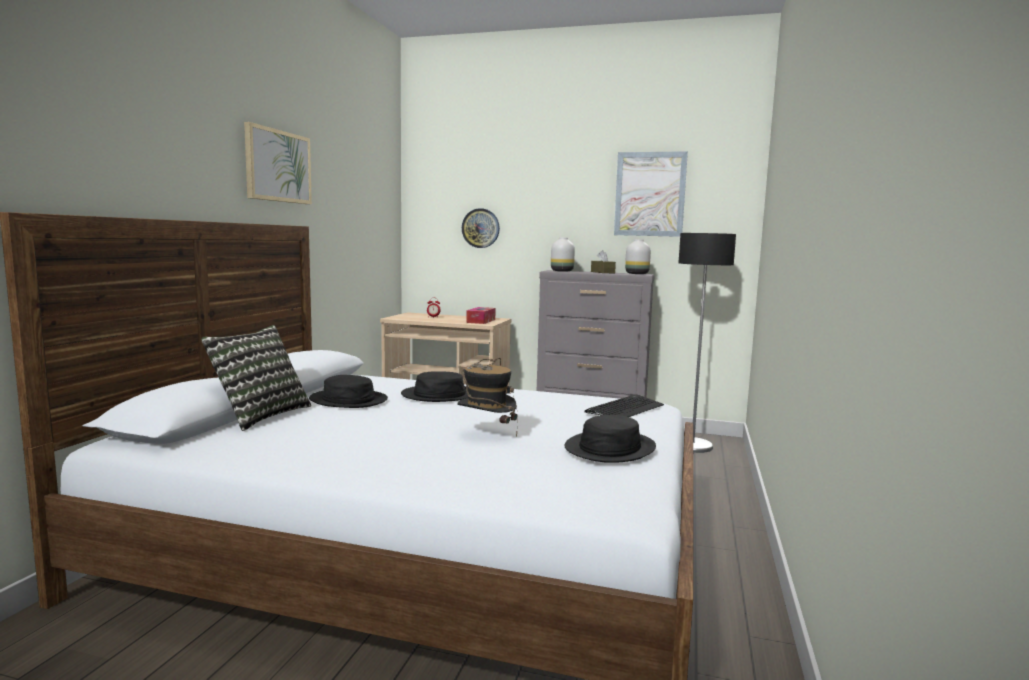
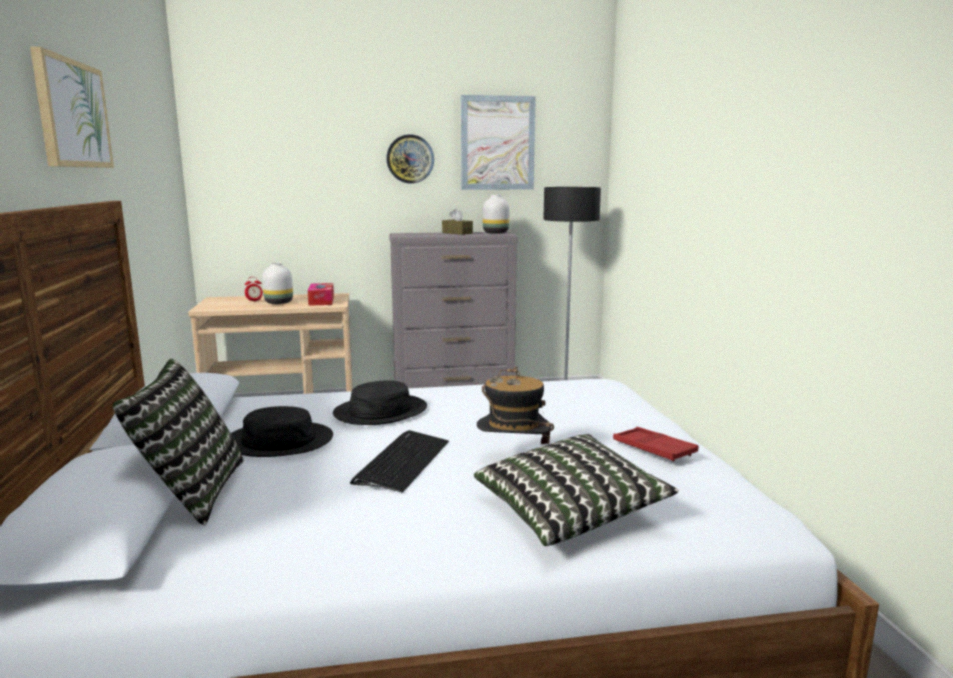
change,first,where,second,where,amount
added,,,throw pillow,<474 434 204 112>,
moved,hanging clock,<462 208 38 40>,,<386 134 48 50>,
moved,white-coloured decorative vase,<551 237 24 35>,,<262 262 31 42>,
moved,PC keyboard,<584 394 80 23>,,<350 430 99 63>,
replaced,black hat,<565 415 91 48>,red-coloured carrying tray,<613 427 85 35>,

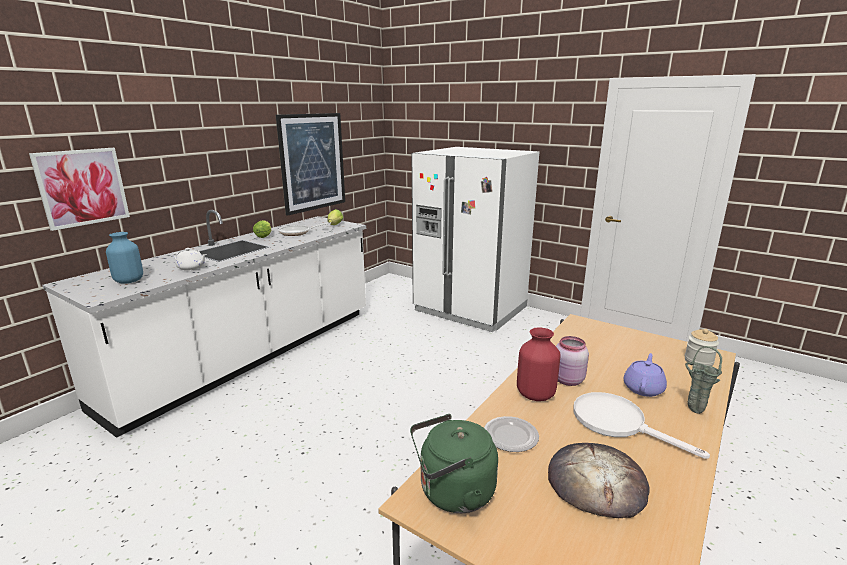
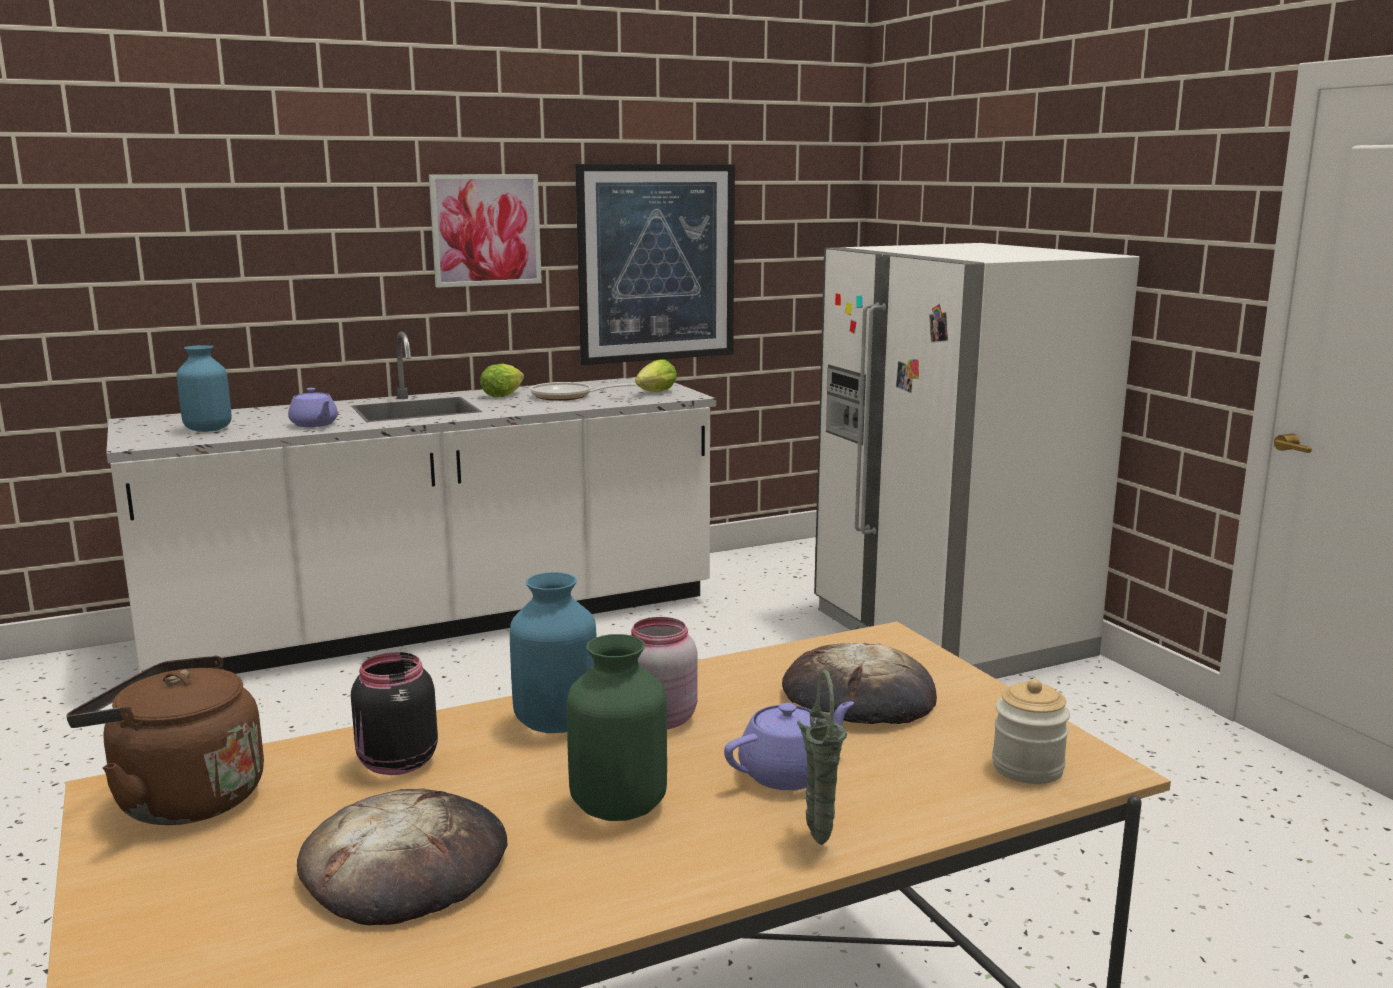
change,first,where,second,where,amount
added,,,baked bread,<782 643 155 81>,
moved,wall picture,<29 148 101 83>,,<429 174 113 114>,
replaced,dinner plate,<484 416 55 36>,black jar,<351 652 87 123>,
replaced,white-coloured skillet,<573 392 137 67>,green-coloured decorative vase,<567 634 100 187>,
recoloured,white-coloured pot for tea,<173 248 34 23>,purple pot for tea,<288 388 50 39>,
recoloured,green-coloured water kettle,<410 414 88 99>,brown water kettle,<66 656 198 169>,
recoloured,red-coloured decorative vase,<517 327 44 74>,blue-coloured decorative vase,<510 572 87 161>,

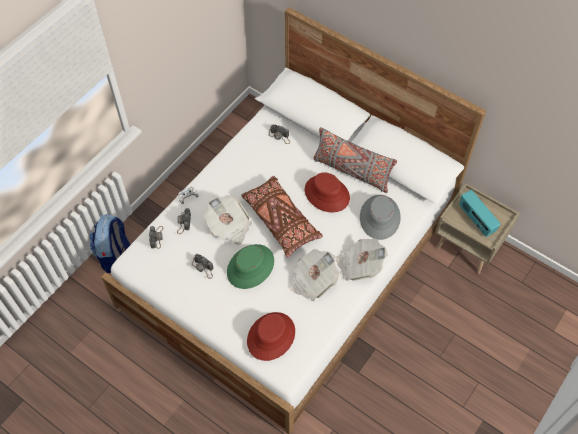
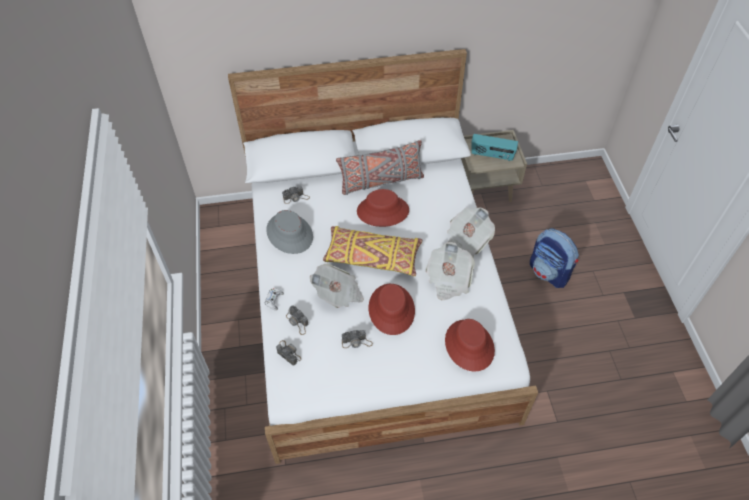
change,first,where,second,where,amount
moved,rucksack,<90 214 40 59>,,<530 228 49 60>,
moved,gray hat,<360 195 41 45>,,<266 210 47 44>,
recoloured,green-coloured hat,<227 244 47 45>,red-coloured hat,<369 284 46 51>,
recoloured,brown throw pillow,<241 176 82 81>,yellow throw pillow,<323 226 99 50>,

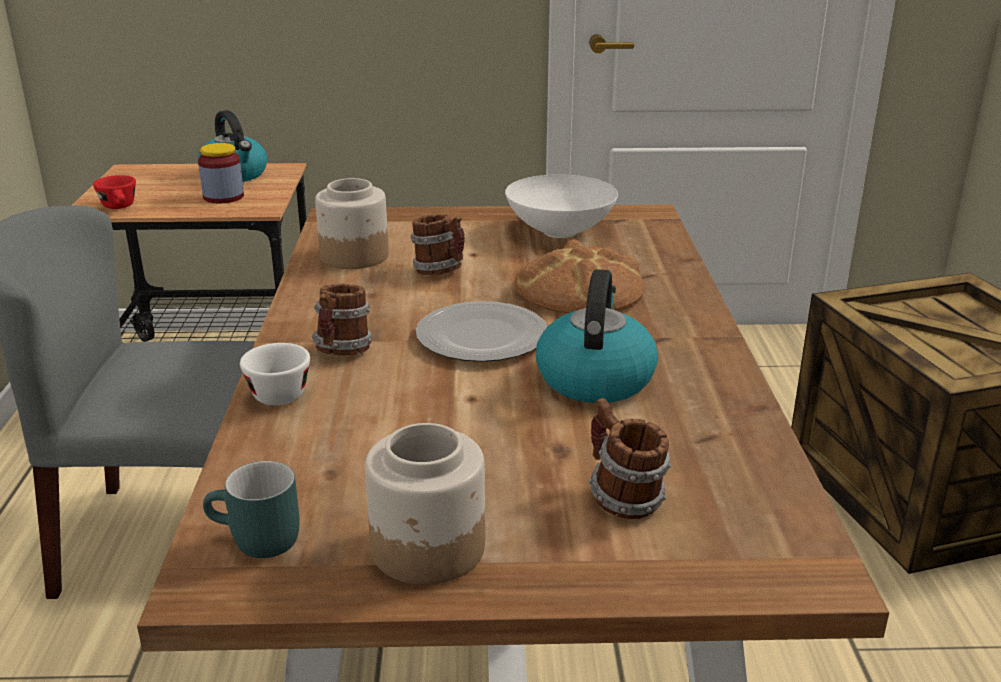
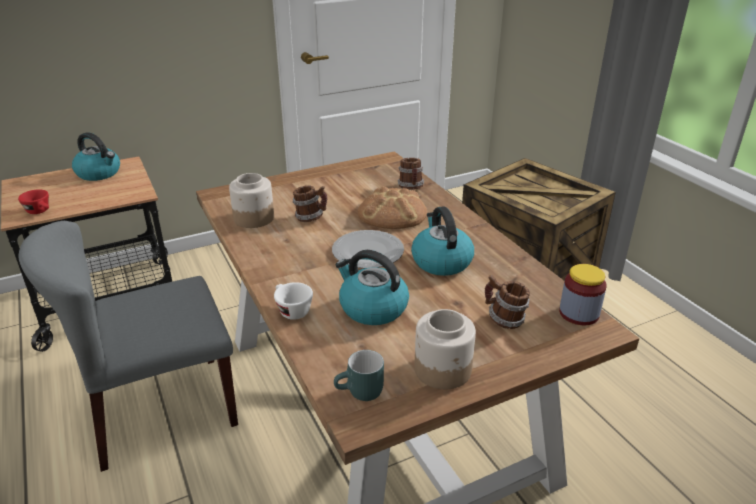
change,first,where,second,where,amount
removed,white-coloured deep dish,<505 174 113 64>,,,
added,,,water kettle,<335 250 74 75>,
moved,jar,<198 143 46 60>,,<559 264 48 62>,
moved,mug,<312 284 60 71>,,<398 158 26 31>,

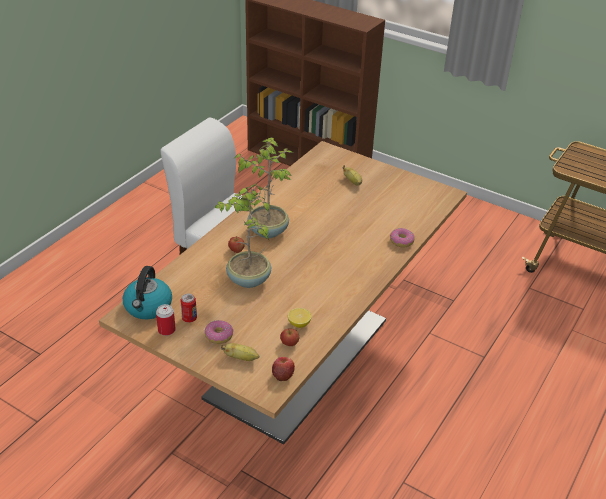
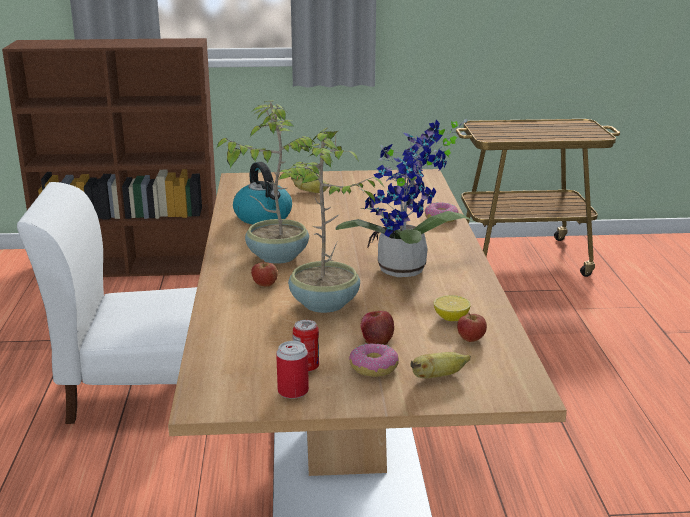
change,first,where,second,where,amount
added,,,houseplant,<335 119 140 158>,
moved,water kettle,<123 266 49 53>,,<233 162 59 62>,
moved,apple fruit,<272 357 23 24>,,<361 311 33 34>,

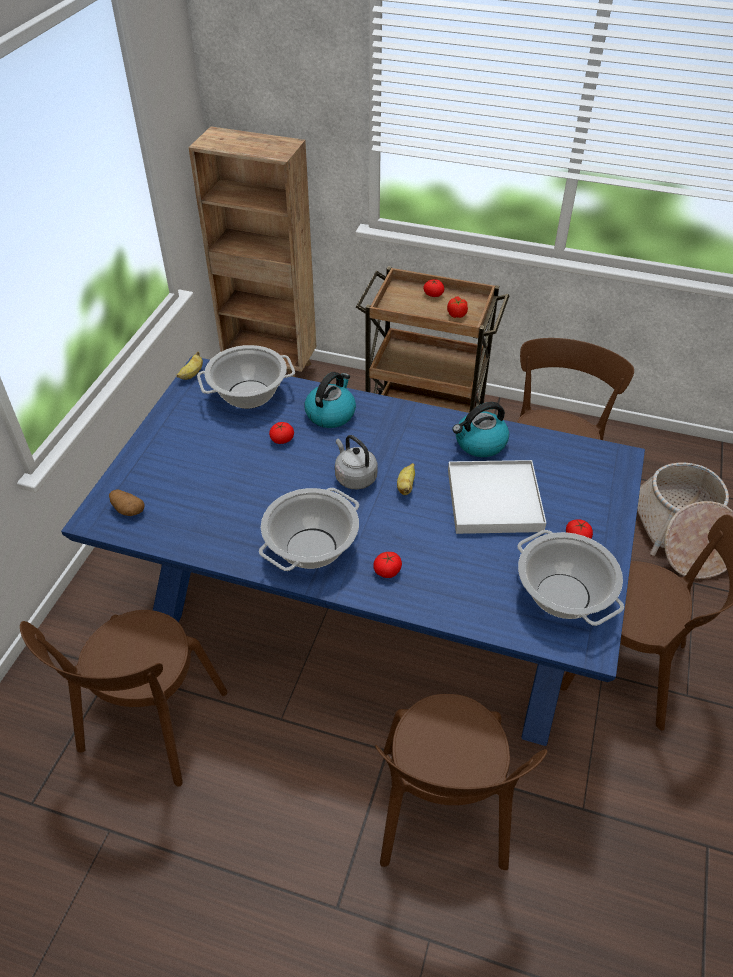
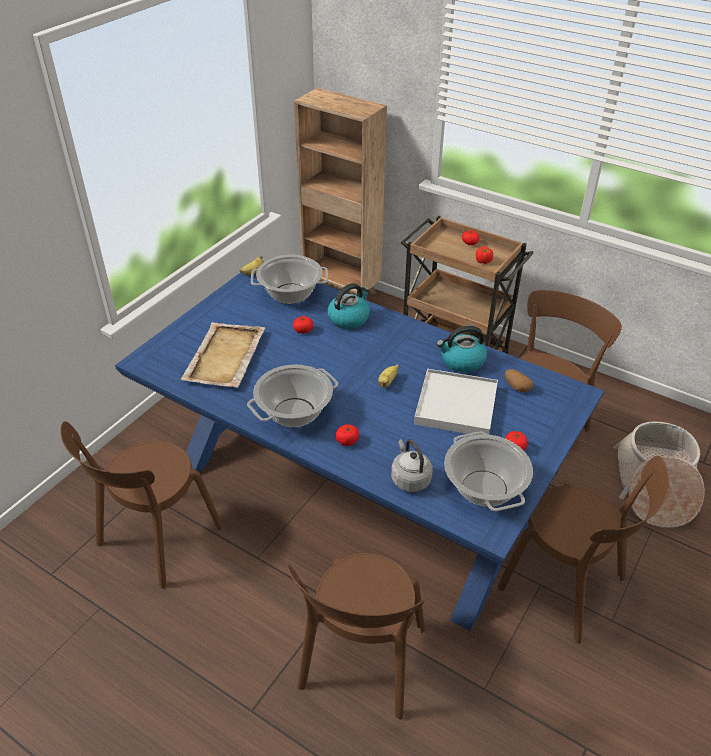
change,first,where,second,where,amount
added,,,sand-coloured carrying tray,<180 322 85 65>,
moved,whole potato,<109 489 36 27>,,<505 369 29 23>,
moved,gray water kettle,<335 435 43 55>,,<391 439 42 53>,

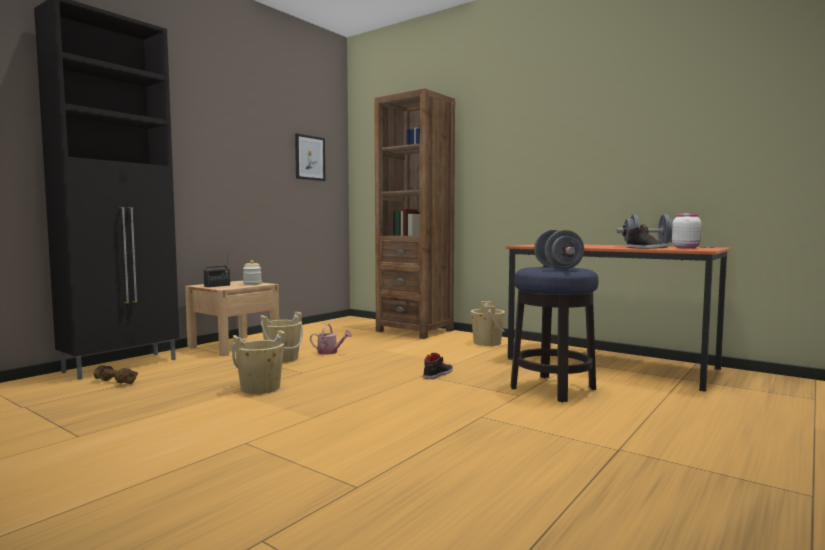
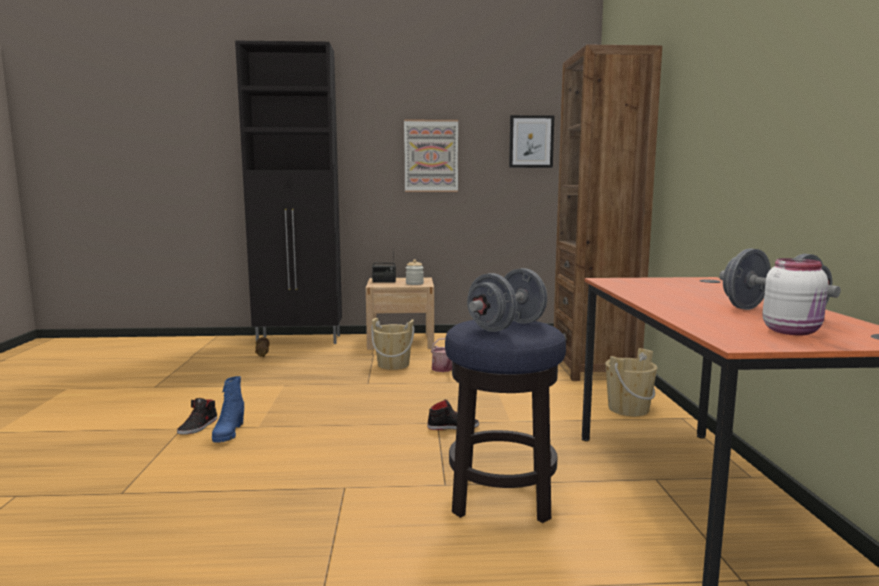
change,first,where,second,where,amount
removed,sand-coloured bucket,<232 330 53 64>,,,
added,,,blue-coloured boot,<212 376 32 67>,
added,,,wall picture,<404 120 54 72>,
moved,black item of footwear,<626 224 42 25>,,<177 398 40 37>,

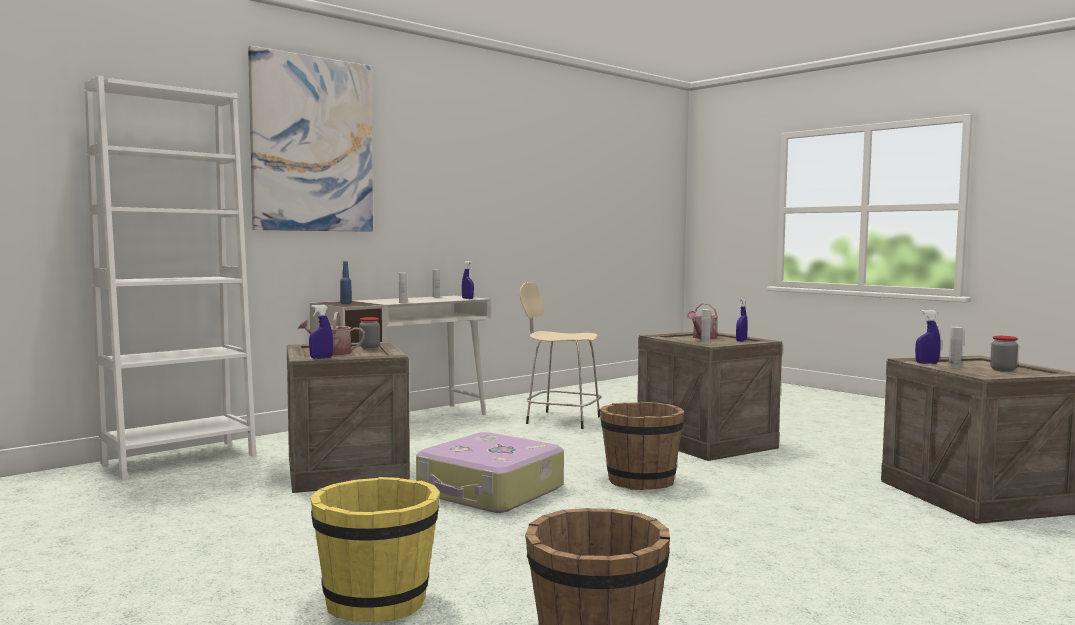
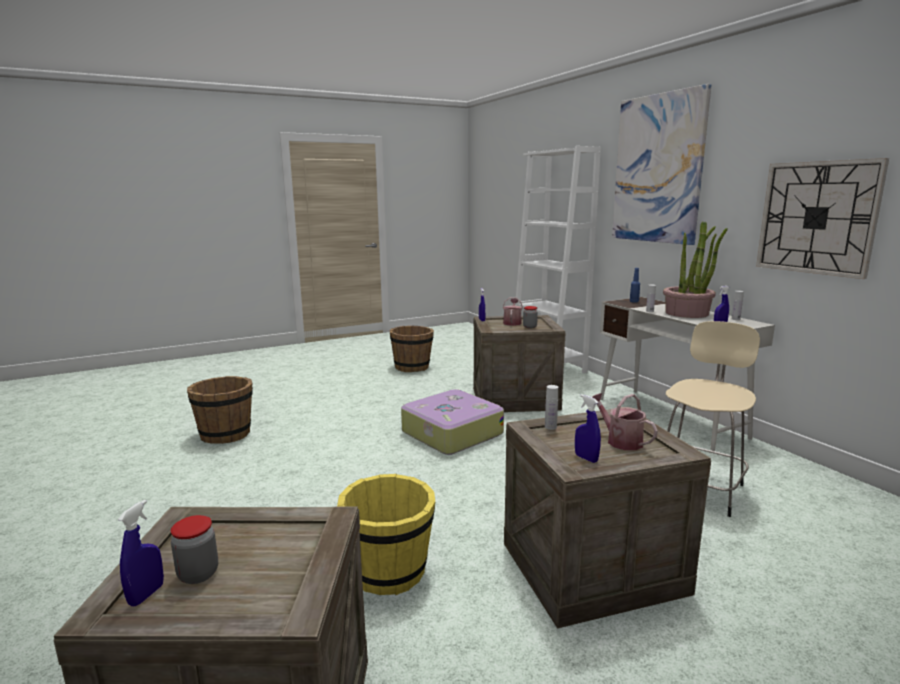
change,first,where,second,where,amount
removed,white-coloured beverage bottle,<949 327 14 41>,,,
added,,,houseplant,<663 221 65 97>,
added,,,hanging clock,<756 158 133 121>,
moved,yellow bucket,<310 477 130 146>,,<337 474 98 121>,
moved,brown bucket,<600 402 85 88>,,<390 326 44 46>,
moved,blue-coloured sprayer,<915 310 25 54>,,<118 500 46 107>,

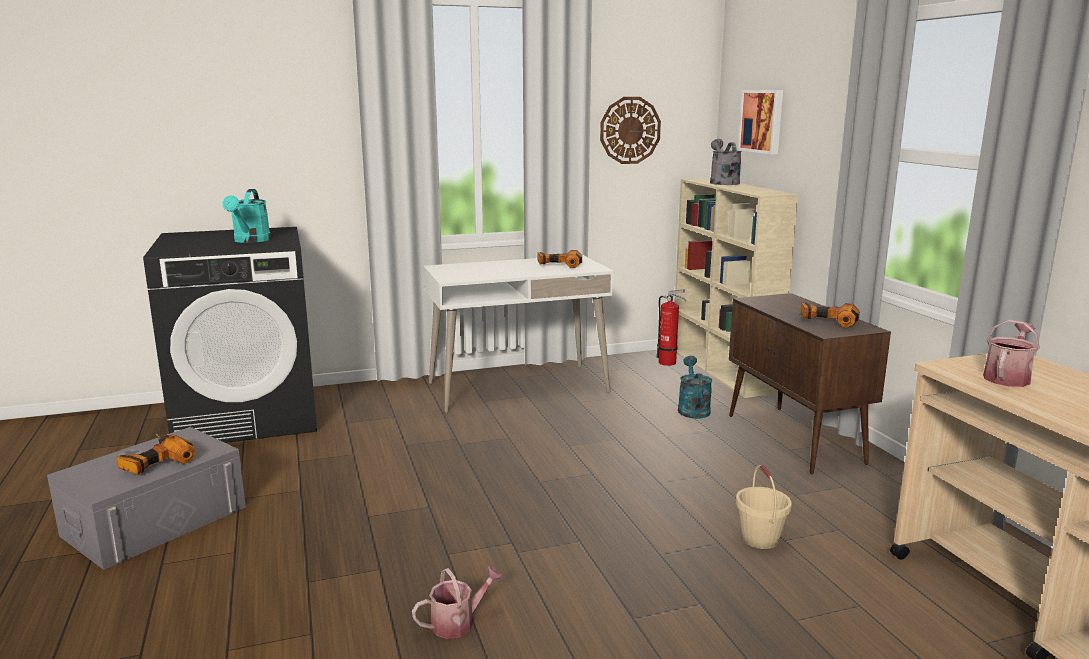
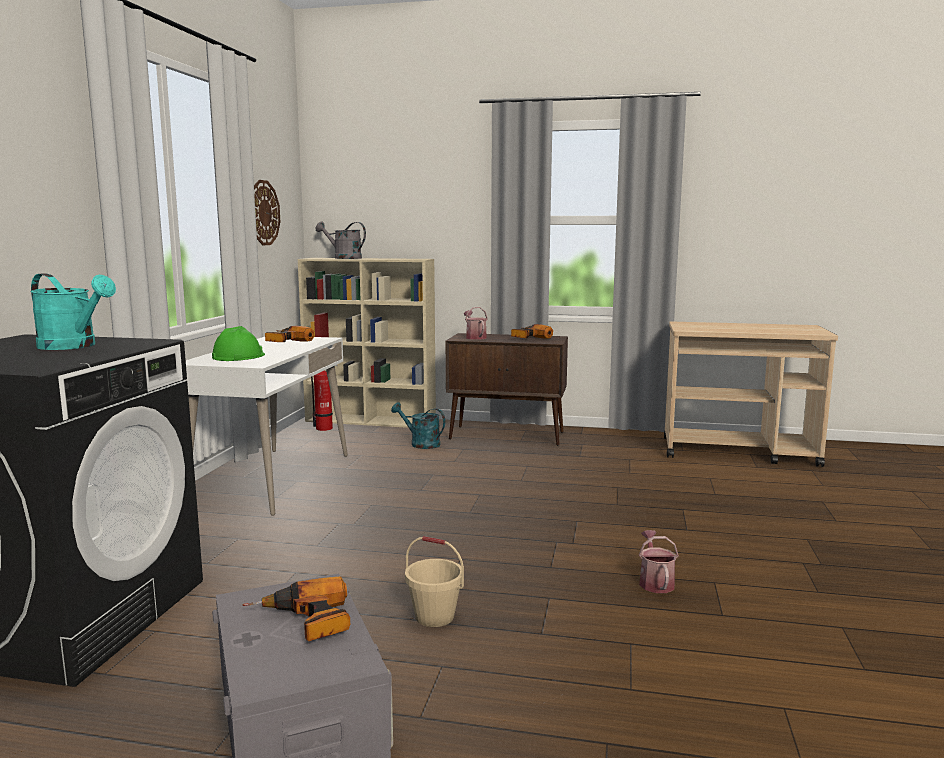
change,first,where,second,where,amount
removed,wall picture,<738 90 45 64>,,,
added,,,green-coloured safety helmet,<212 326 53 35>,
moved,sand-coloured bucket,<736 465 55 84>,,<405 536 59 91>,
moved,watering pot,<983 319 57 68>,,<464 307 24 33>,

